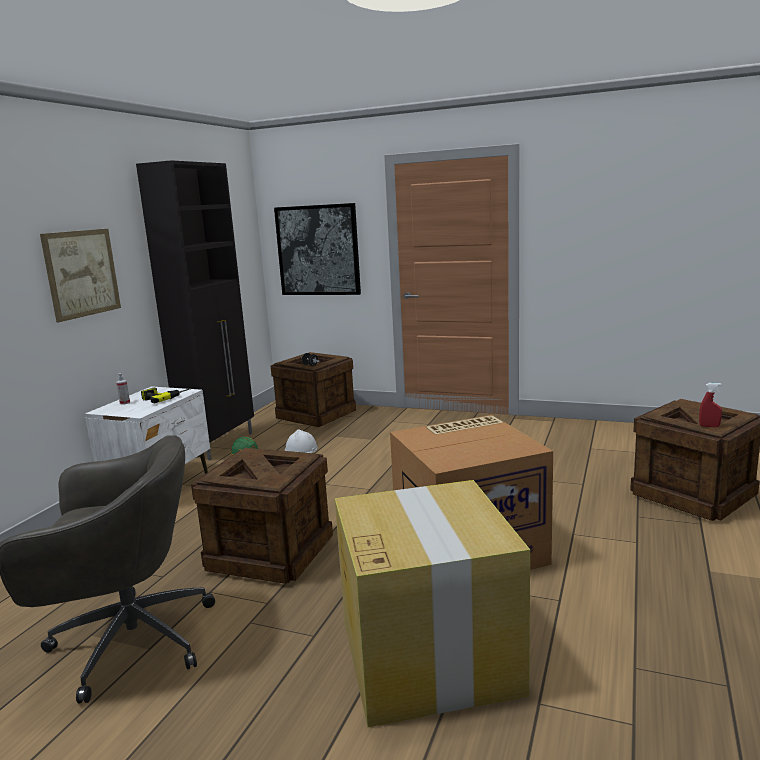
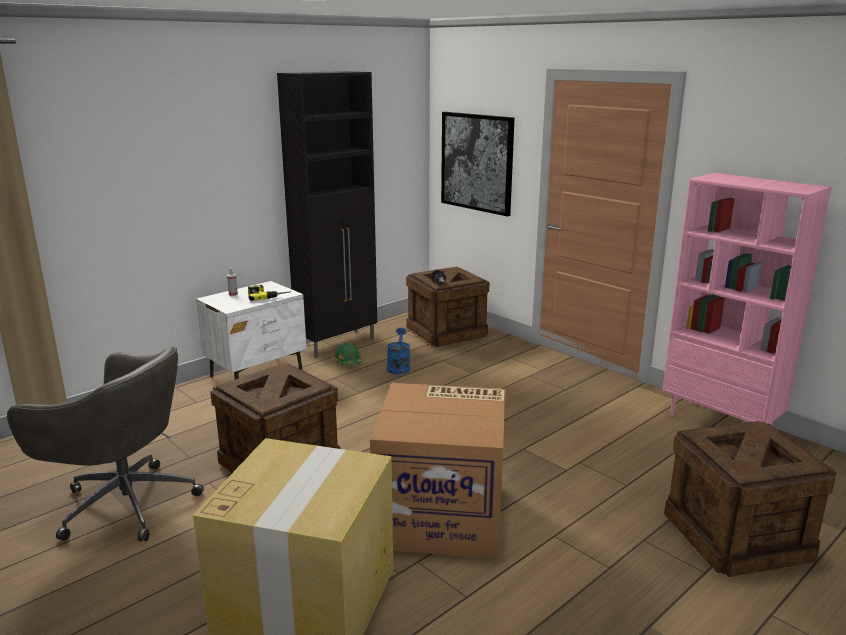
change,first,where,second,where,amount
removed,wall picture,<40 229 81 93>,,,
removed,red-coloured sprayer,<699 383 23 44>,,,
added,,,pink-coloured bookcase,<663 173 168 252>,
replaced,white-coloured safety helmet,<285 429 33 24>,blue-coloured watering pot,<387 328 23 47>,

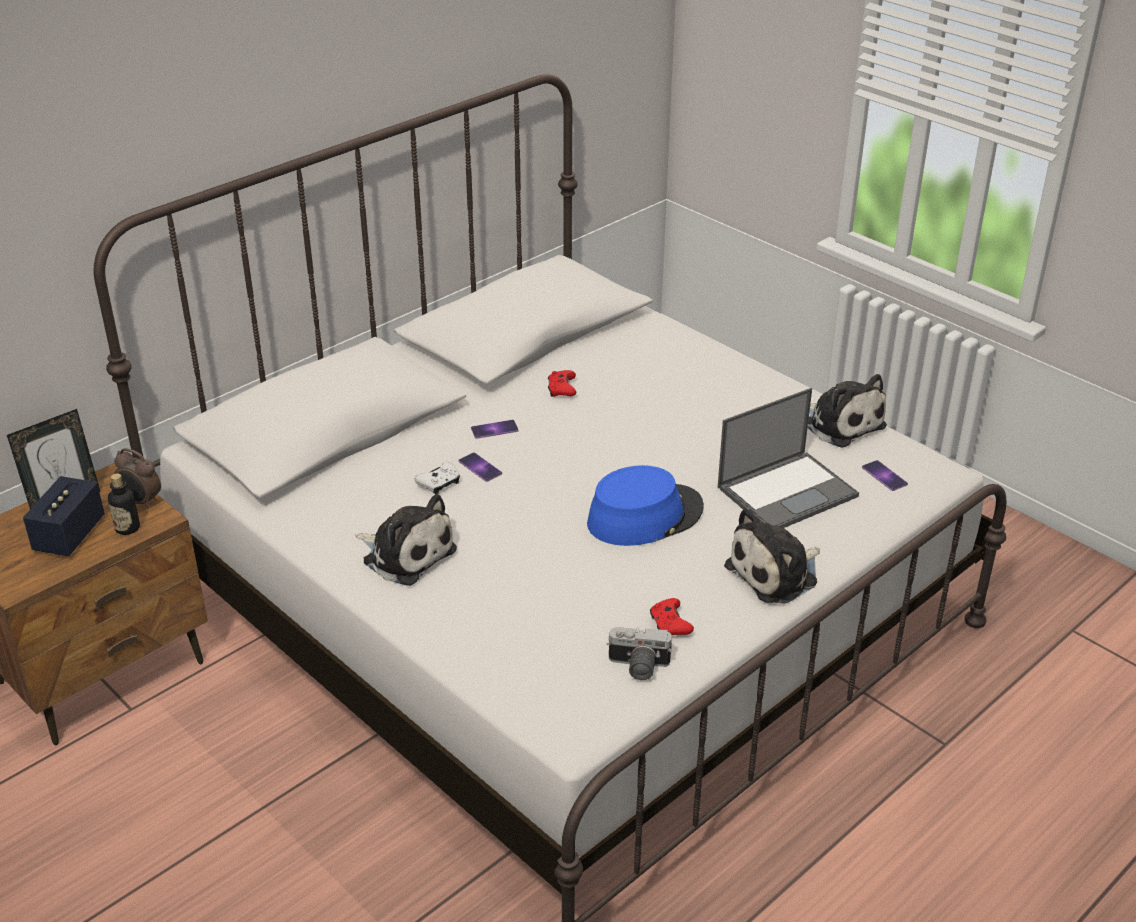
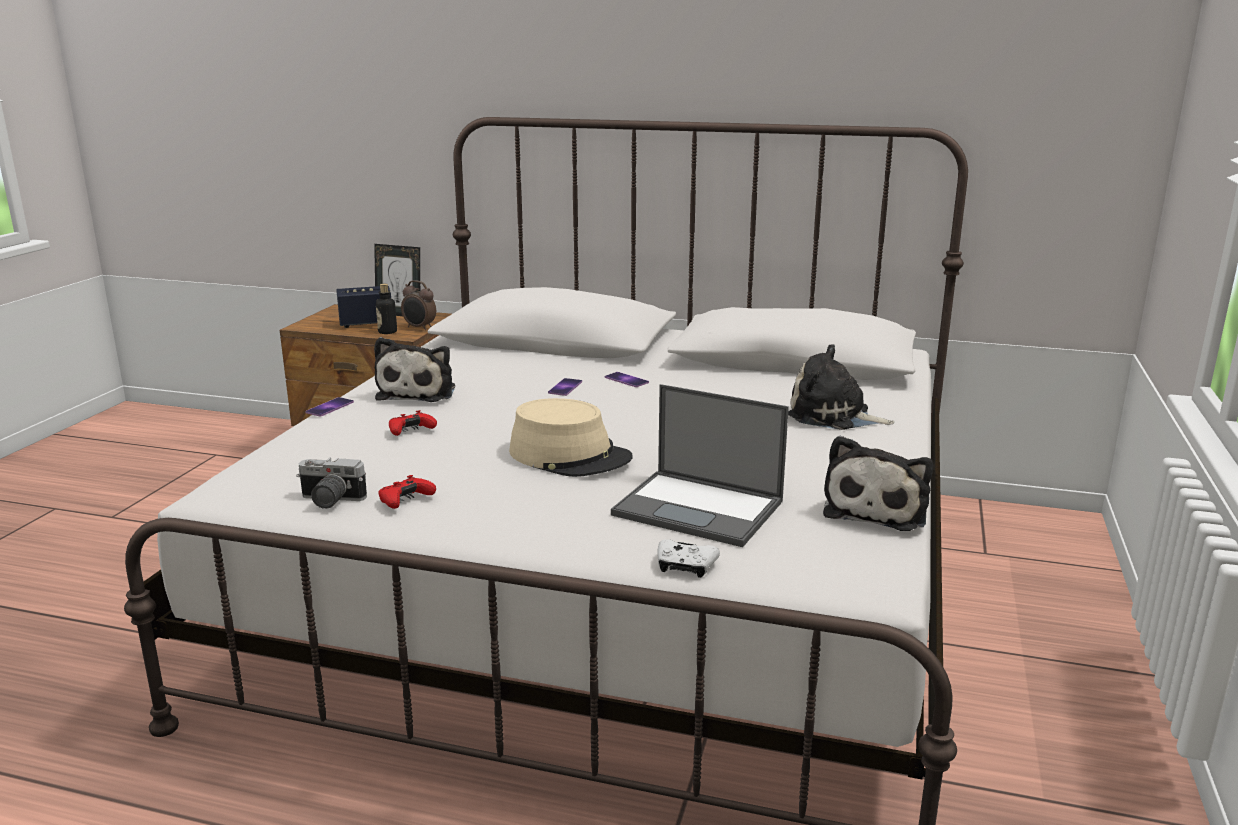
change,first,where,second,where,amount
moved,white-coloured game controller,<415 461 45 33>,,<657 539 63 39>,
moved,red-coloured game controller,<548 370 28 27>,,<389 410 48 26>,
moved,plush toy,<724 508 96 96>,,<788 344 107 86>,
moved,handset,<862 460 46 31>,,<305 397 49 20>,
recoloured,blue-coloured hat,<587 465 117 81>,sand-coloured hat,<509 398 124 79>,
turned,table clock,<114 448 47 61>,,<401 280 35 50>,60 degrees counterclockwise
turned,photo camera,<607 627 65 53>,,<296 458 71 51>,60 degrees counterclockwise

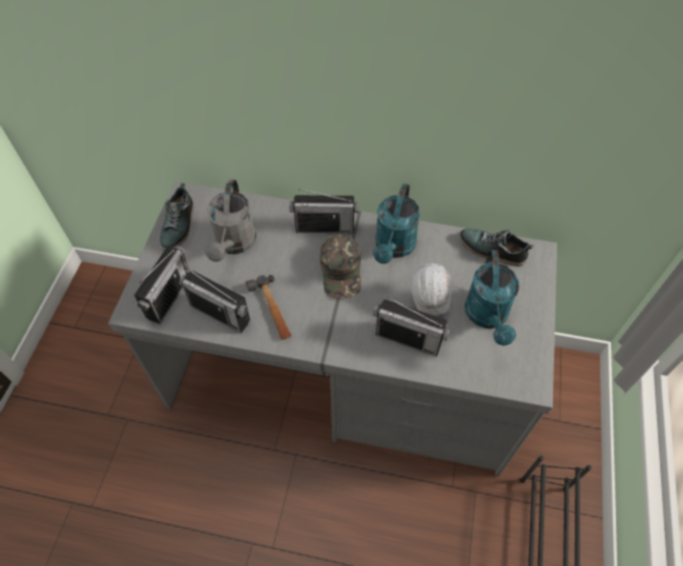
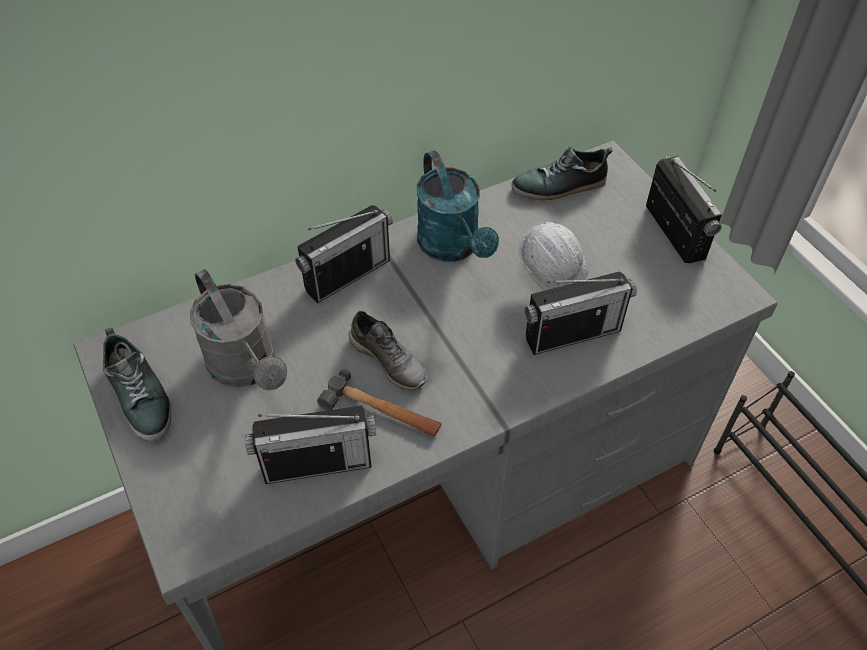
change,first,where,second,where,amount
removed,green-coloured peaked cap,<320 234 41 64>,,,
removed,blue-green watering pot,<465 250 54 96>,,,
added,,,gray item of footwear,<349 311 78 79>,
moved,radio receiver,<134 246 56 78>,,<646 156 76 107>,

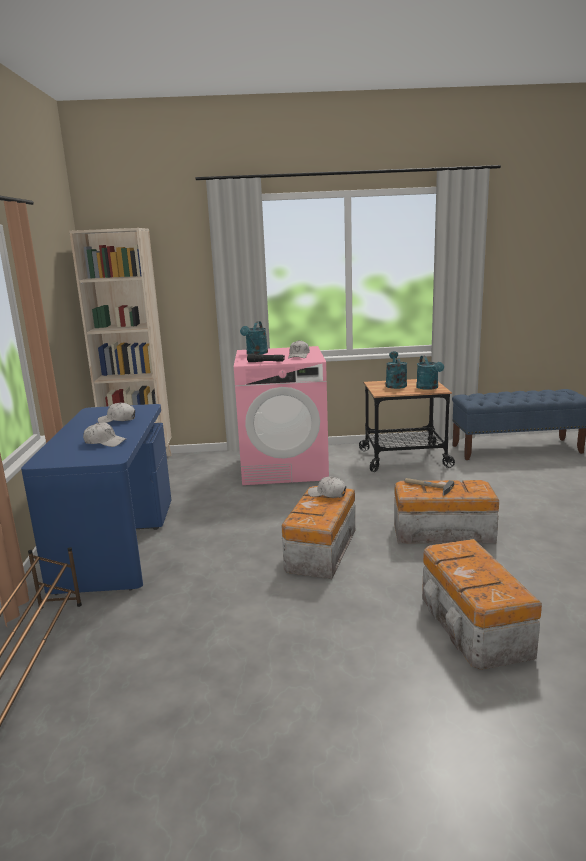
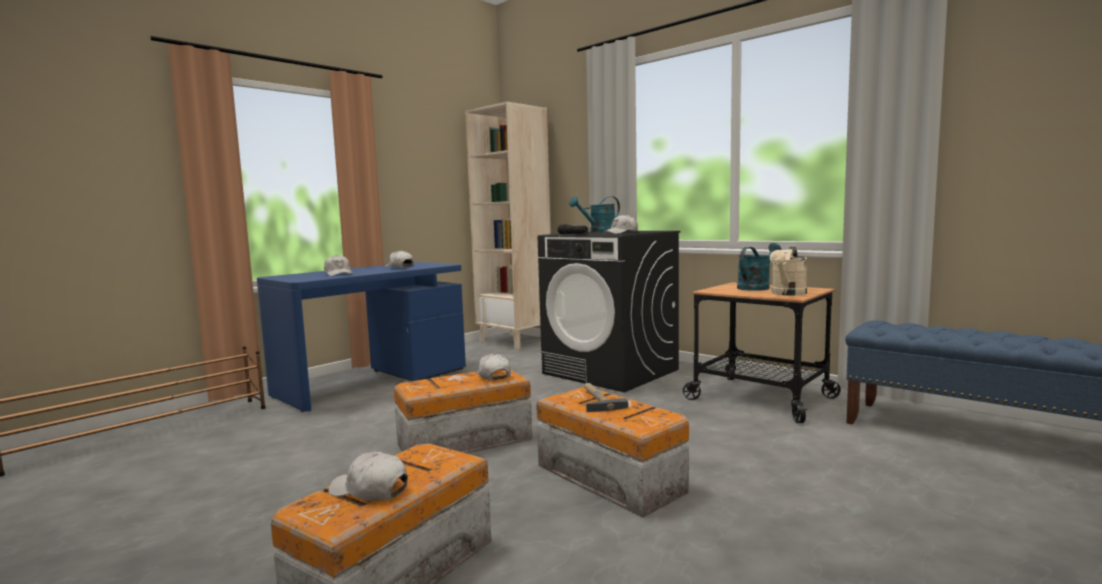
change,first,where,second,where,amount
added,,,white-coloured peaked cap,<328 451 80 50>,
recoloured,pink-coloured laundry appliance,<234 346 95 139>,black laundry appliance,<538 231 143 161>,
recoloured,blue-green watering pot,<416 356 28 34>,sand-coloured watering pot,<770 247 37 49>,

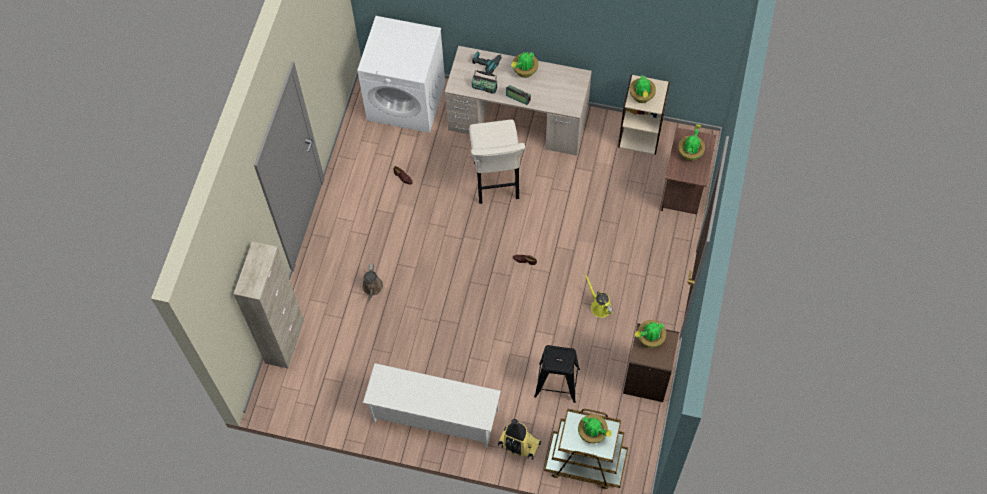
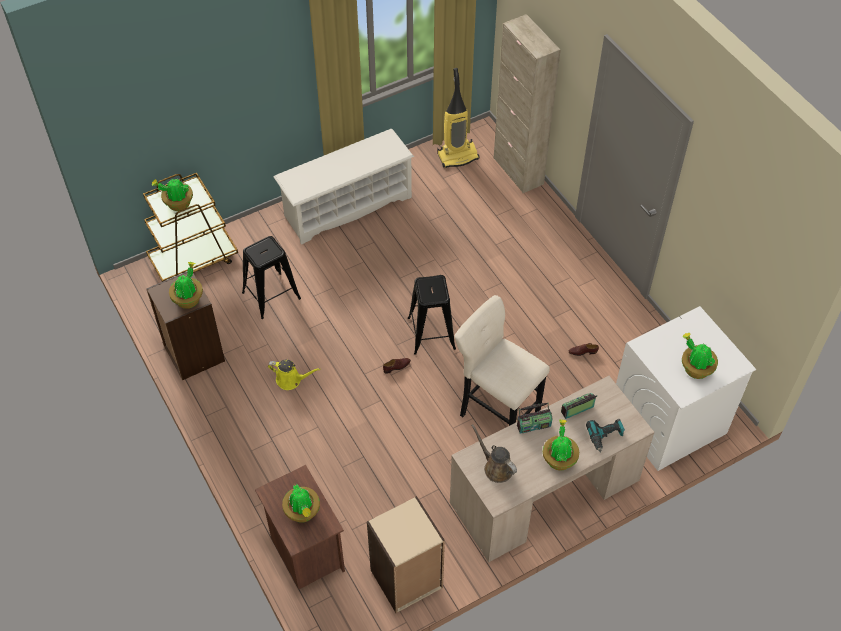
change,first,where,second,where,amount
added,,,black sitting stool,<408 275 48 80>,
moved,brown watering pot,<362 264 21 39>,,<471 424 46 59>,
moved,hoover,<498 419 43 41>,,<437 68 43 100>,
moved,houseplant,<629 75 27 28>,,<682 333 36 46>,

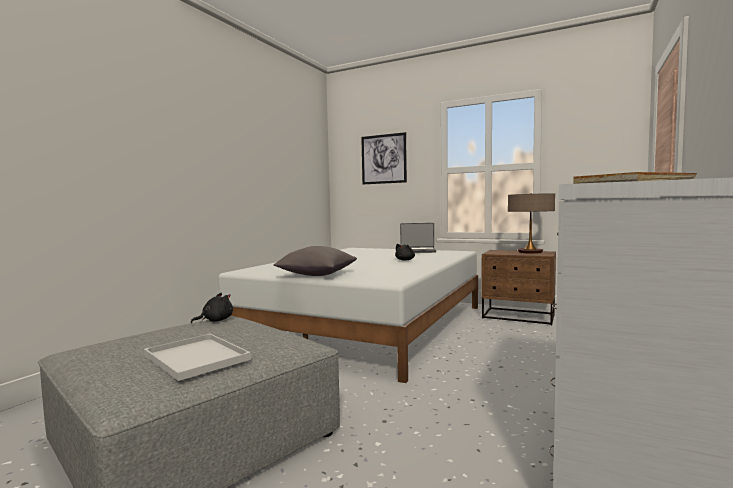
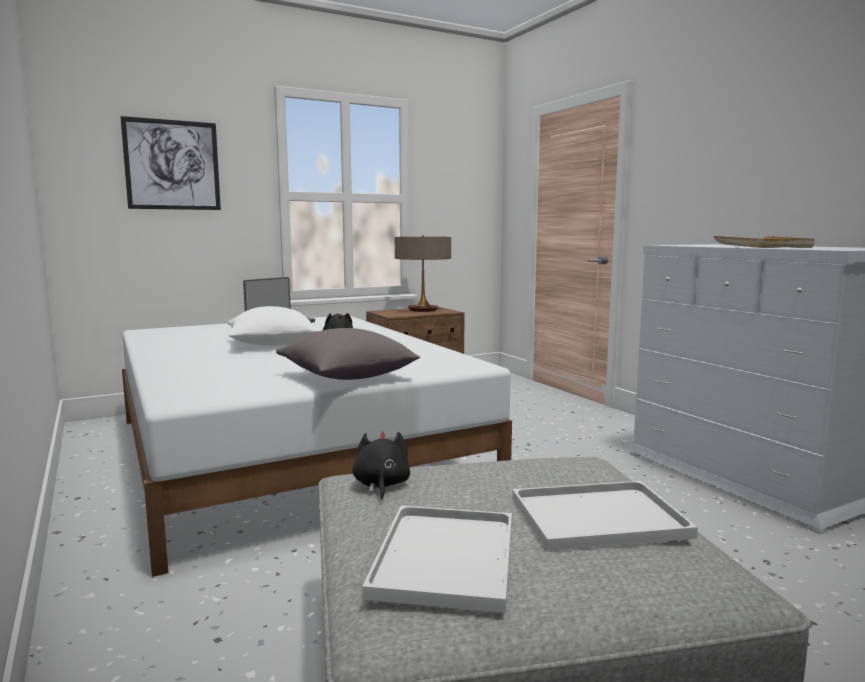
change,first,where,second,where,amount
added,,,white-coloured throw pillow,<227 306 91 40>,
added,,,white-coloured carrying tray,<362 506 150 107>,

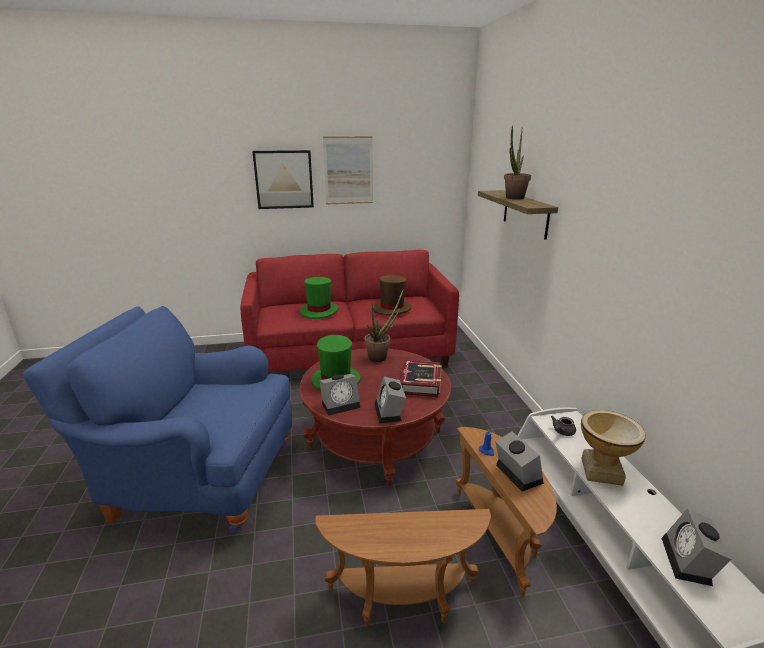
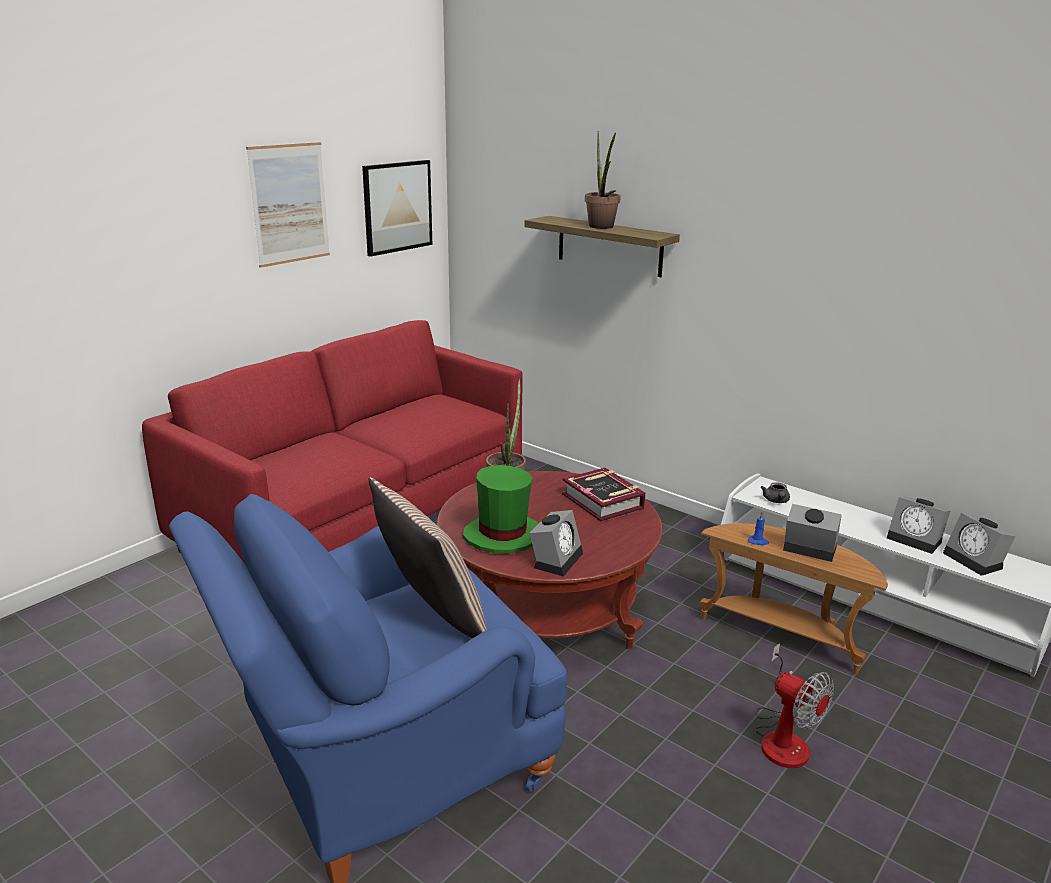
change,first,where,second,where,amount
removed,green-coloured hat,<300 277 38 42>,,,
removed,brown hat,<373 275 38 41>,,,
removed,decorative vase,<581 410 65 76>,,,
added,,,throw pillow,<368 477 119 161>,
moved,wall picture,<252 150 62 59>,,<362 160 70 97>,
moved,table clock,<375 377 31 46>,,<887 497 63 57>,
replaced,brown end table,<315 509 176 118>,electric fan,<755 643 79 125>,

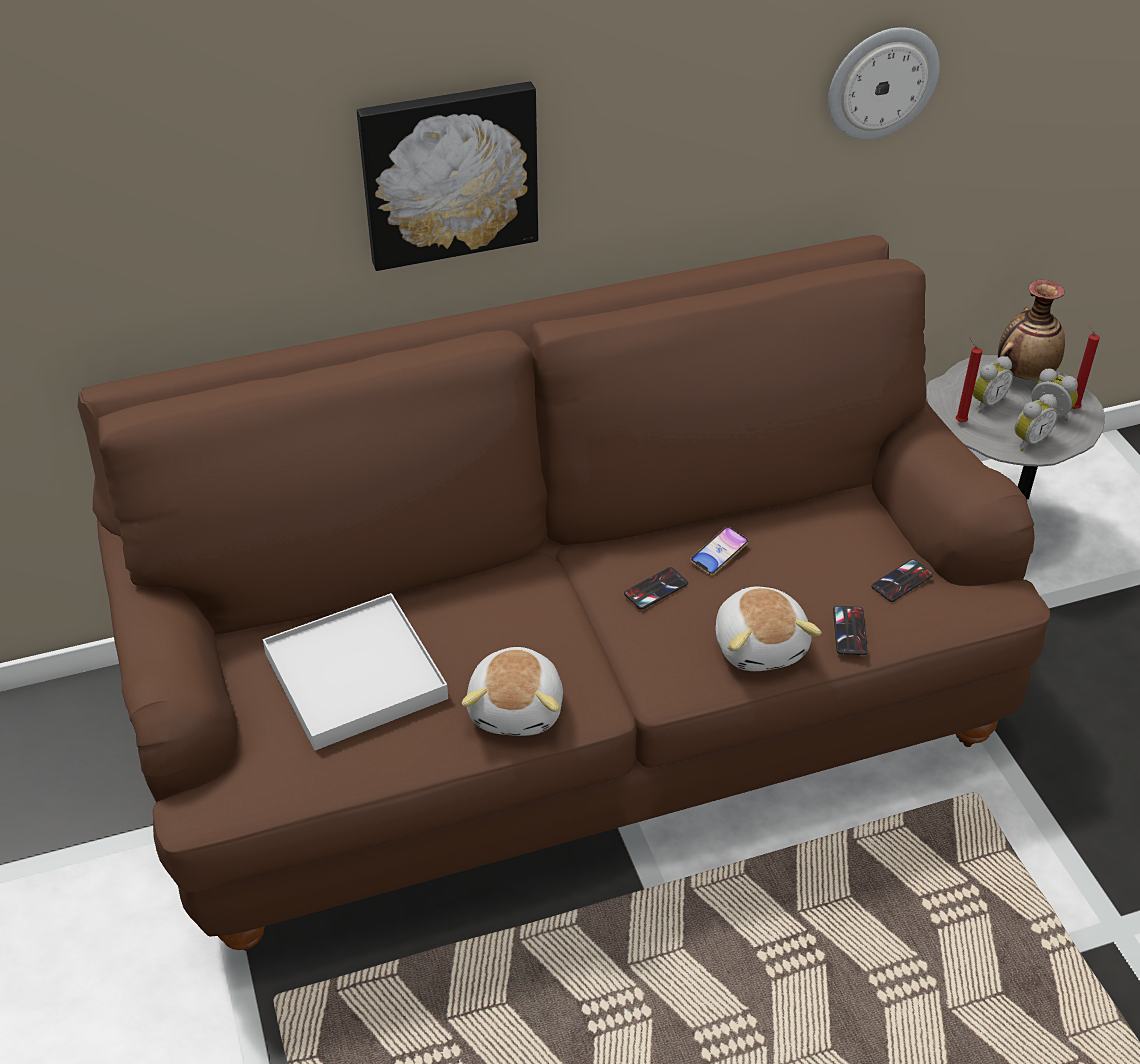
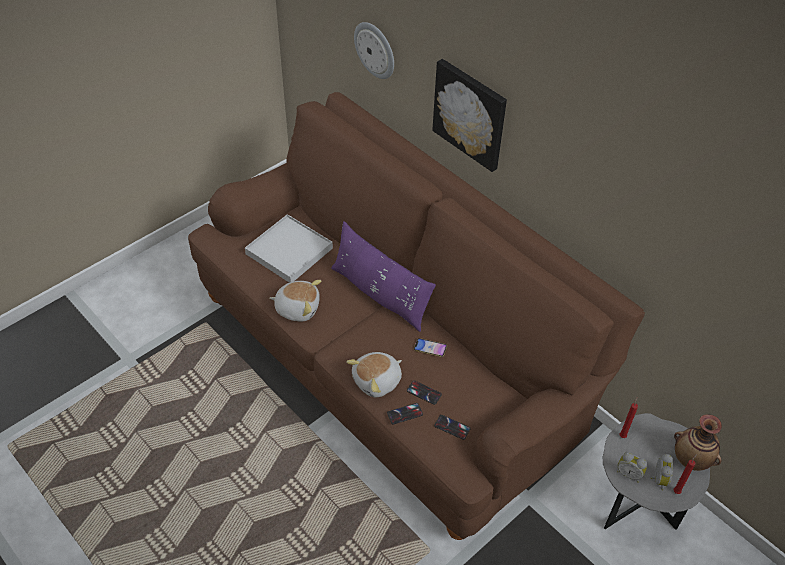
change,first,where,second,where,amount
removed,table clock,<973 356 40 57>,,,
added,,,purple throw pillow,<331 221 105 111>,
moved,handset,<624 567 64 43>,,<407 381 35 24>,
moved,hanging clock,<828 27 112 113>,,<354 22 40 57>,
turned,plush toy,<462 647 101 89>,,<269 280 52 42>,150 degrees counterclockwise

